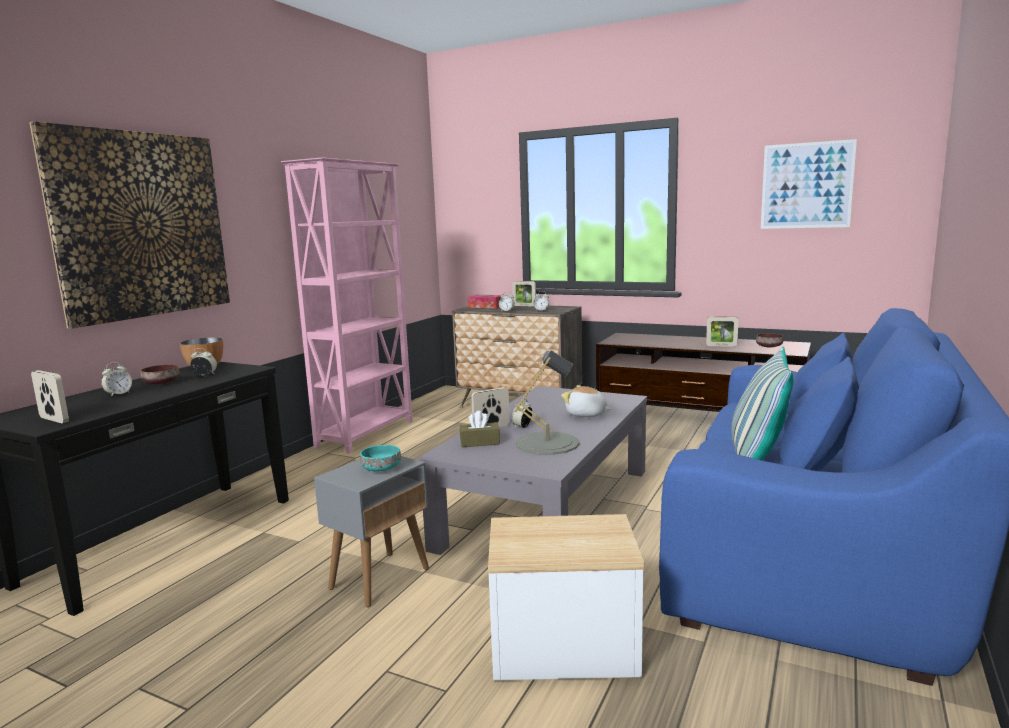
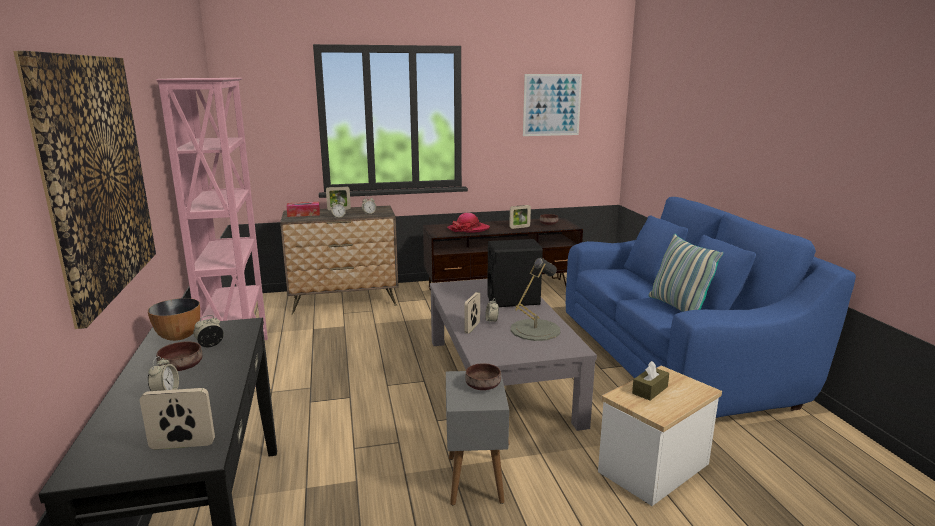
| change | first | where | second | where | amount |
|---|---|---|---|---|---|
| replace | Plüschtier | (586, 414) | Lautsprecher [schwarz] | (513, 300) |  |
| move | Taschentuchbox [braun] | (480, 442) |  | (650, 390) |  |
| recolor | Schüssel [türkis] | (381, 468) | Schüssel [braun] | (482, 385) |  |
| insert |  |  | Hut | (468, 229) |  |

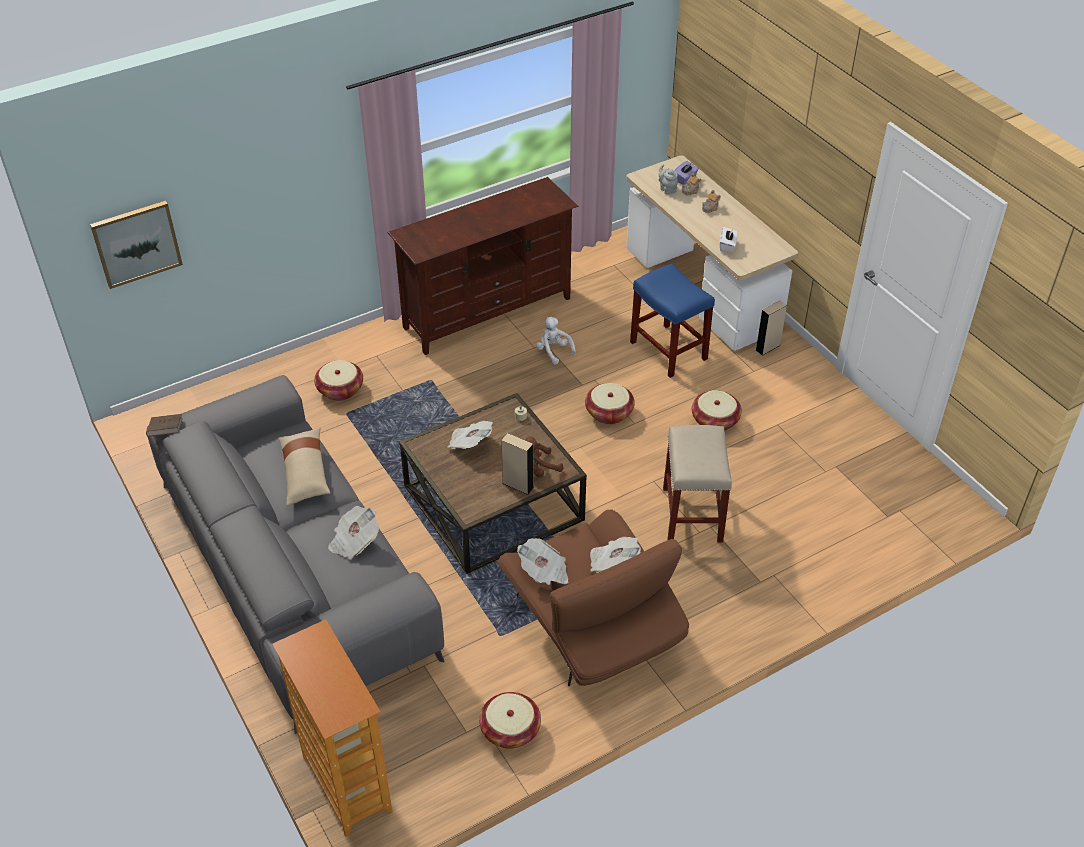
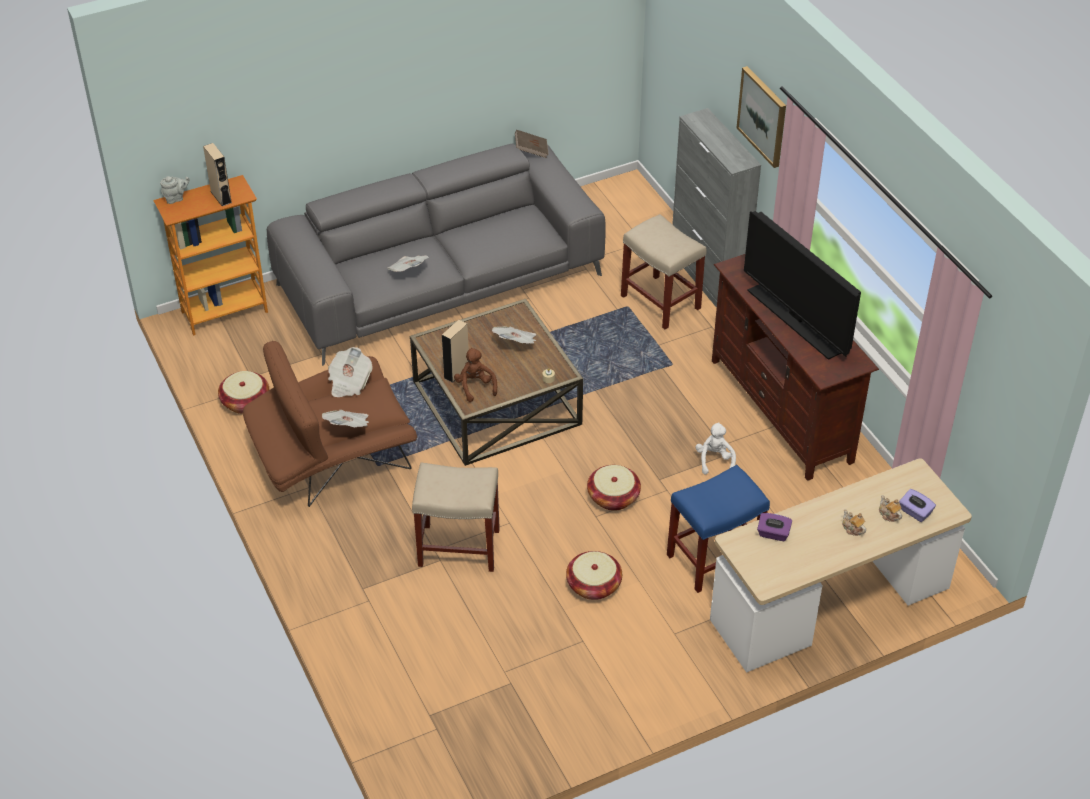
| change | first | where | second | where | amount |
|---|---|---|---|---|---|
| move | Teekanne [grau] | (667, 189) |  | (176, 198) |  |
| move | Bild | (136, 243) |  | (763, 116) |  |
| recolor | Taschentuchbox [weiß] | (727, 246) | Taschentuchbox [lila] | (773, 534) |  |
| move | Lautsprecher [beige] | (768, 347) |  | (221, 197) |  |
| rotate | Plüschtier [weiß] | (553, 351) |  | (714, 460) | 60 degrees counterclockwise |
| replace | Korb | (340, 390) | Hocker [beige] | (661, 302) |  |
| delete | Kissen [beige] | (305, 472) |  |  |  |
| insert |  |  | Schrank [grau] | (707, 277) |  |
| insert |  |  | Fernseher | (796, 321) |  |

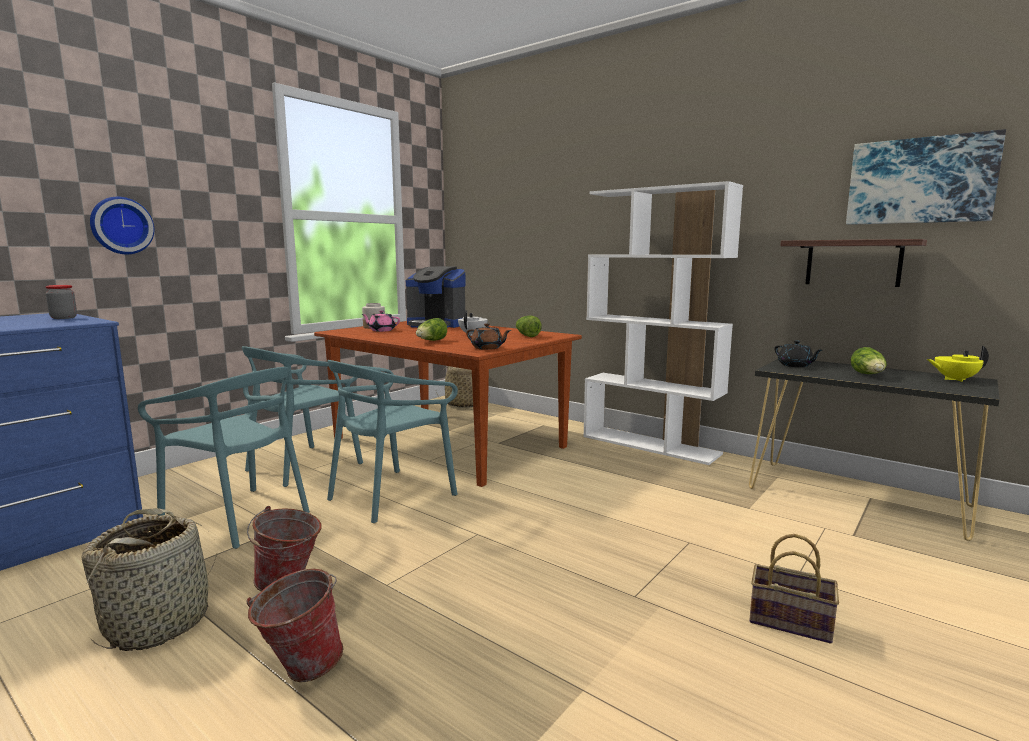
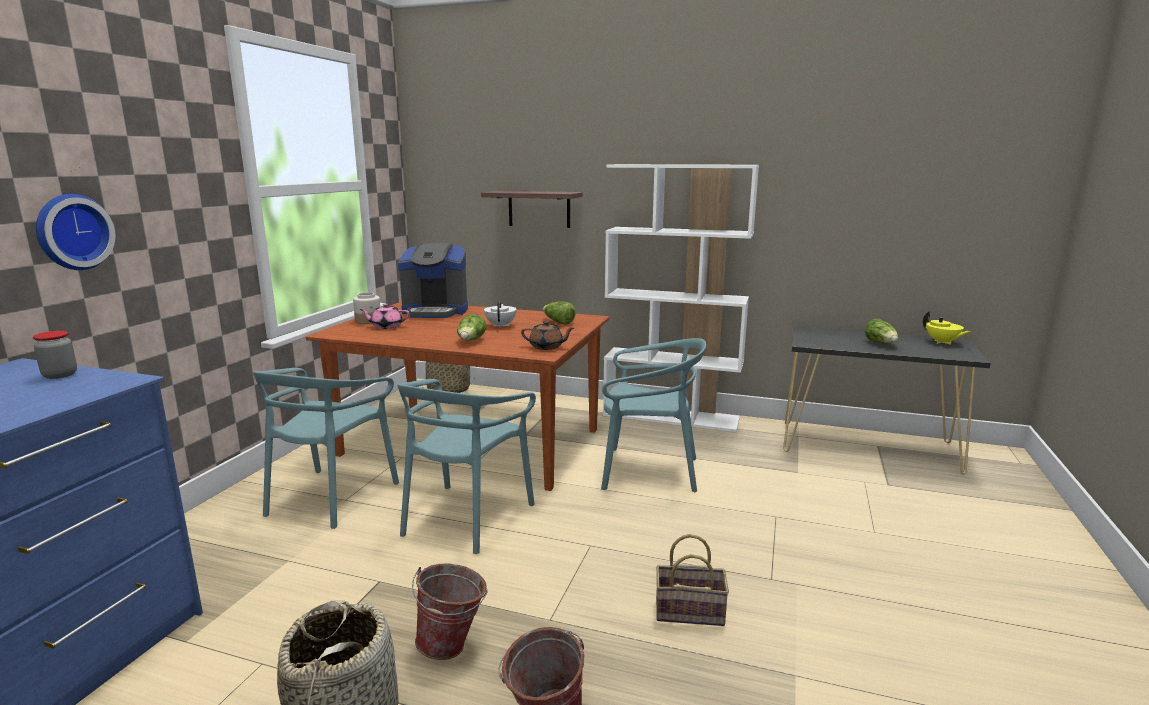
| change | first | where | second | where | amount |
|---|---|---|---|---|---|
| delete | Bild | (920, 181) |  |  |  |
| move | Wandregal | (853, 263) |  | (539, 209) |  |
| delete | Teekanne [schwarz] | (795, 365) |  |  |  |
| rotate | Teekanne [gelb] | (954, 379) |  | (942, 342) | 105 degrees counterclockwise |
| move | Stuhl [türkis] | (239, 518) |  | (649, 471) |  |
| move | Korb | (792, 621) |  | (691, 611) |  |

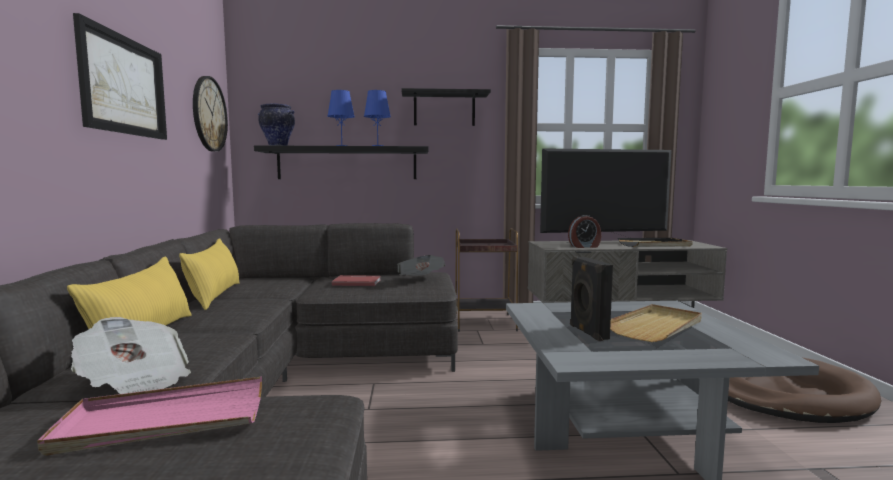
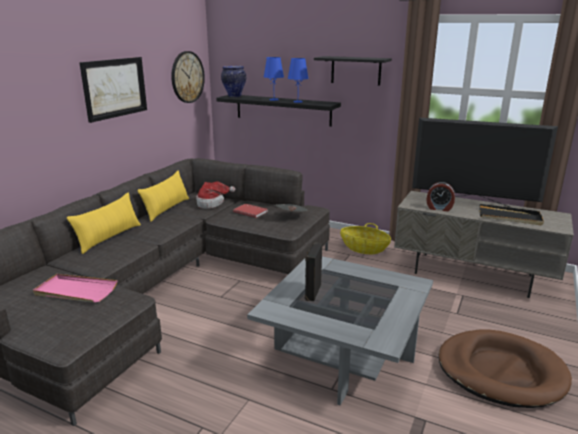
| change | first | where | second | where | amount |
|---|---|---|---|---|---|
| replace | Beistelltisch [braun] | (485, 322) | Korb | (364, 249) |  |
| delete | Tablett [beige] | (656, 326) |  |  |  |
| delete | Zeitung | (135, 383) |  |  |  |
| insert |  |  | Hut | (212, 203) |  |

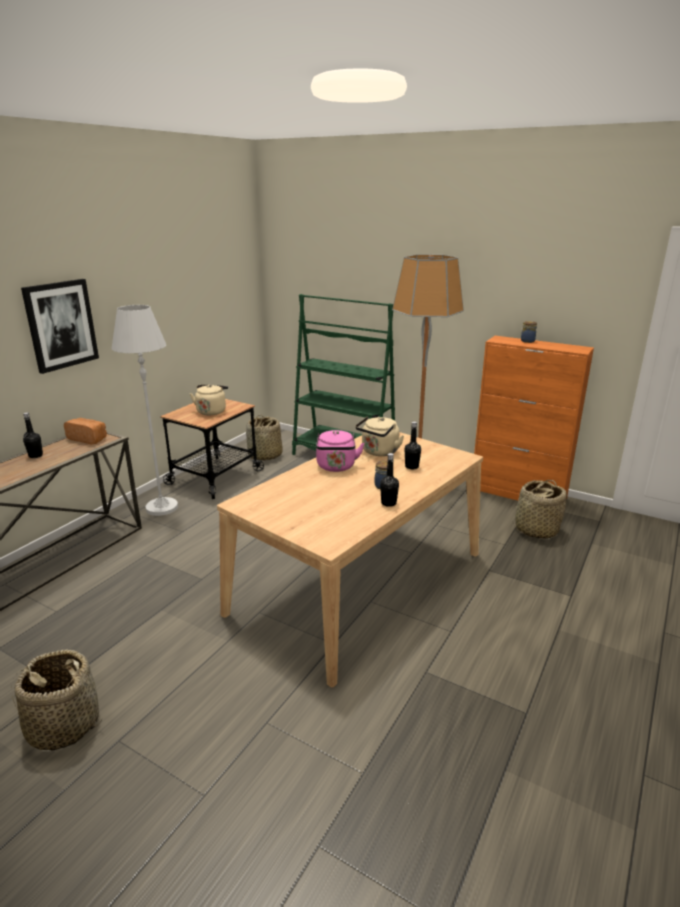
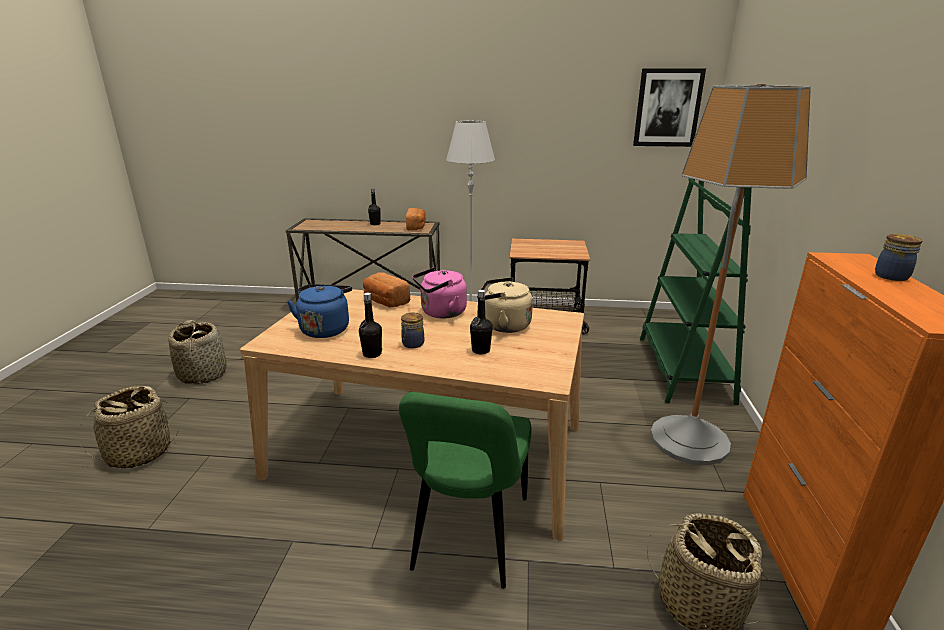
| change | first | where | second | where | amount |
|---|---|---|---|---|---|
| move | Bild | (61, 325) |  | (667, 108) |  |
| delete | Wasserkessel [beige] | (211, 411) |  |  |  |
| move | Korb | (265, 455) |  | (139, 453) |  |
| insert |  |  | Brot | (385, 302) |  |
| insert |  |  | Wasserkessel [blau] | (325, 329) |  |
| insert |  |  | Stuhl [grün] | (469, 537) |  |

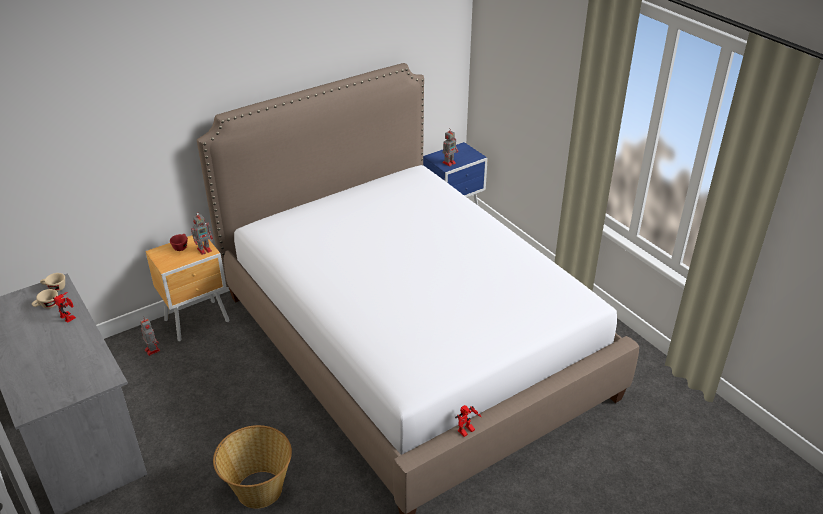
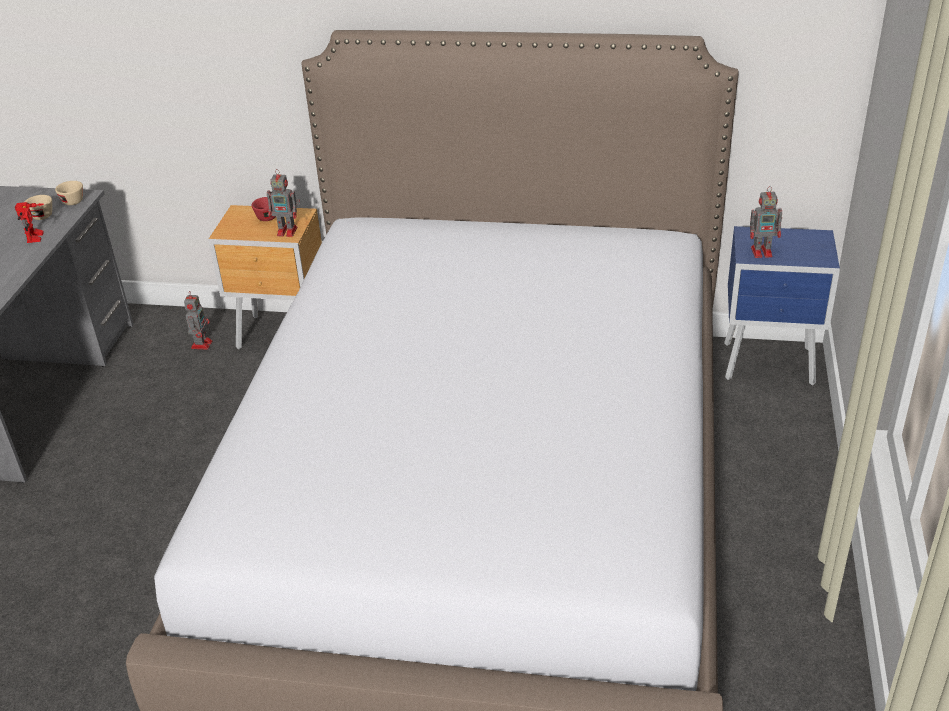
| change | first | where | second | where | amount |
|---|---|---|---|---|---|
| delete | Spielzeugroboter | (466, 432) |  |  |  |
| delete | Korb | (258, 489) |  |  |  |

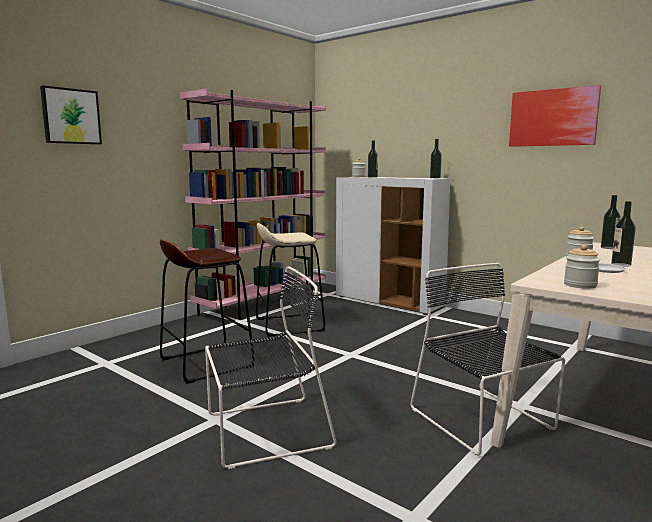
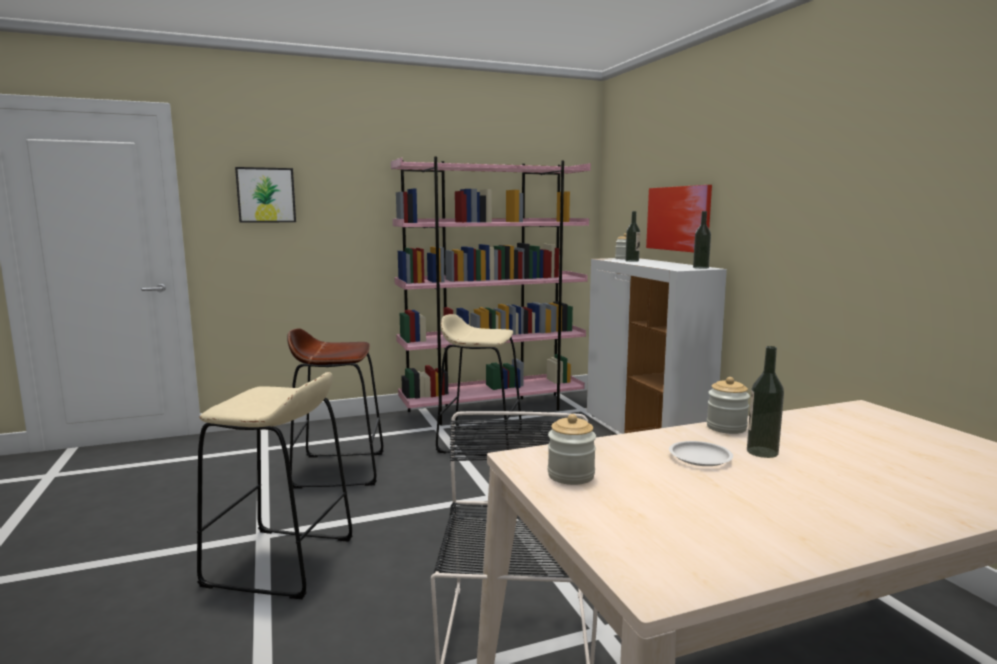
| change | first | where | second | where | amount |
|---|---|---|---|---|---|
| move | Bild | (553, 117) |  | (678, 218) |  |
| delete | Flasche | (608, 248) |  |  |  |
| replace | Stuhl [schwarz] | (263, 431) | Hocker [beige] | (280, 562) |  |

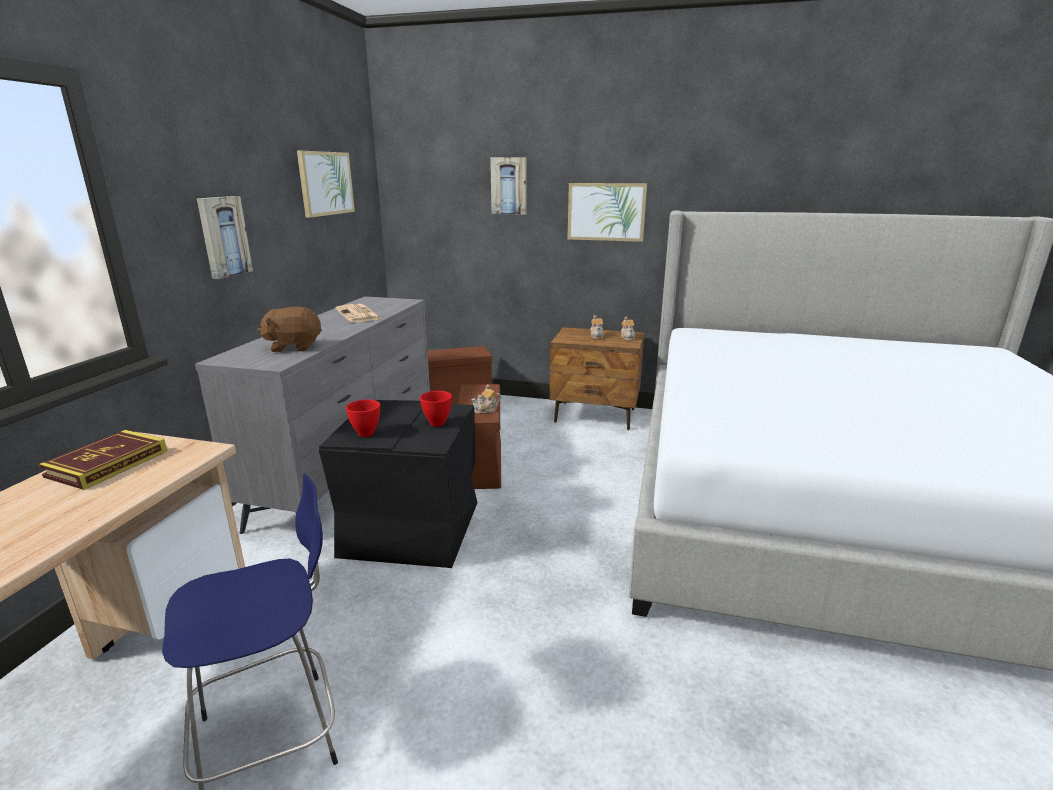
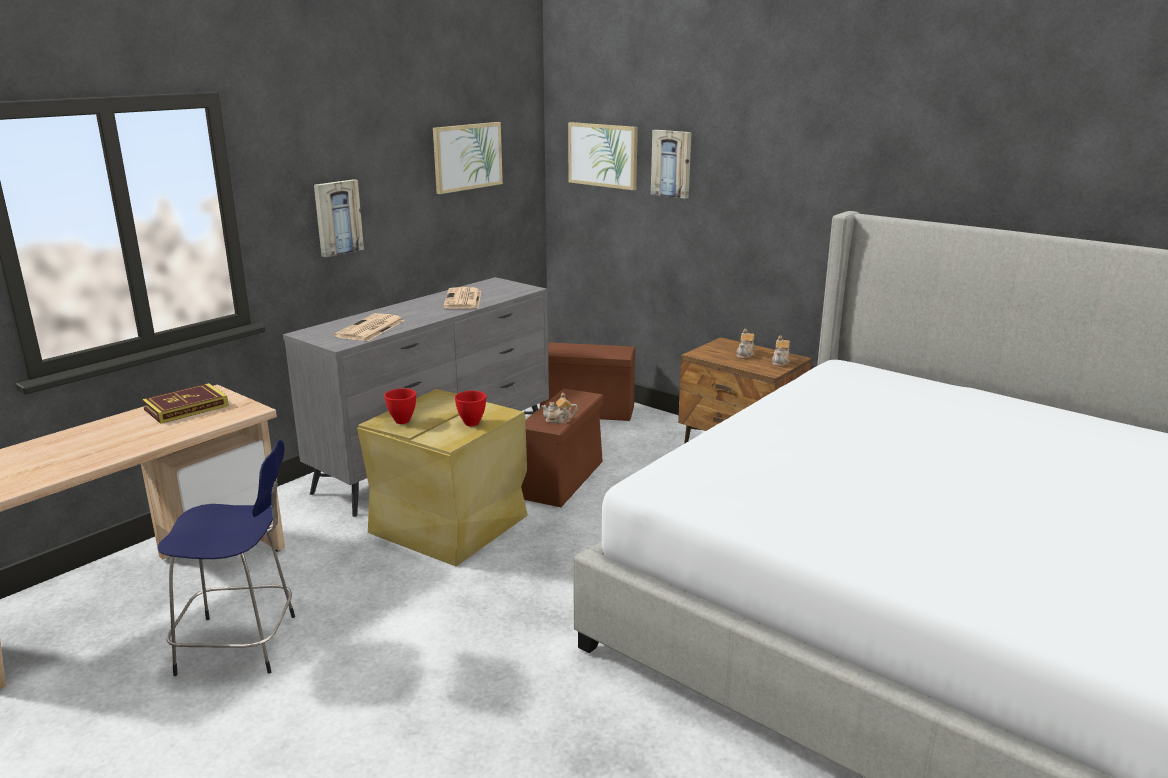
| change | first | where | second | where | amount |
|---|---|---|---|---|---|
| move | Bild | (606, 212) |  | (603, 155) |  |
| replace | Plüschtier [braun] | (294, 347) | Zeitung | (370, 329) |  |
| recolor | Aufbewahrungsbox [schwarz] | (413, 527) | Aufbewahrungsbox [beige] | (451, 524) |  |

